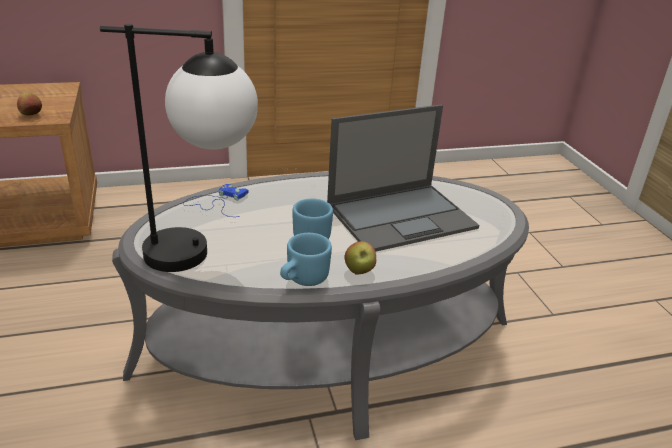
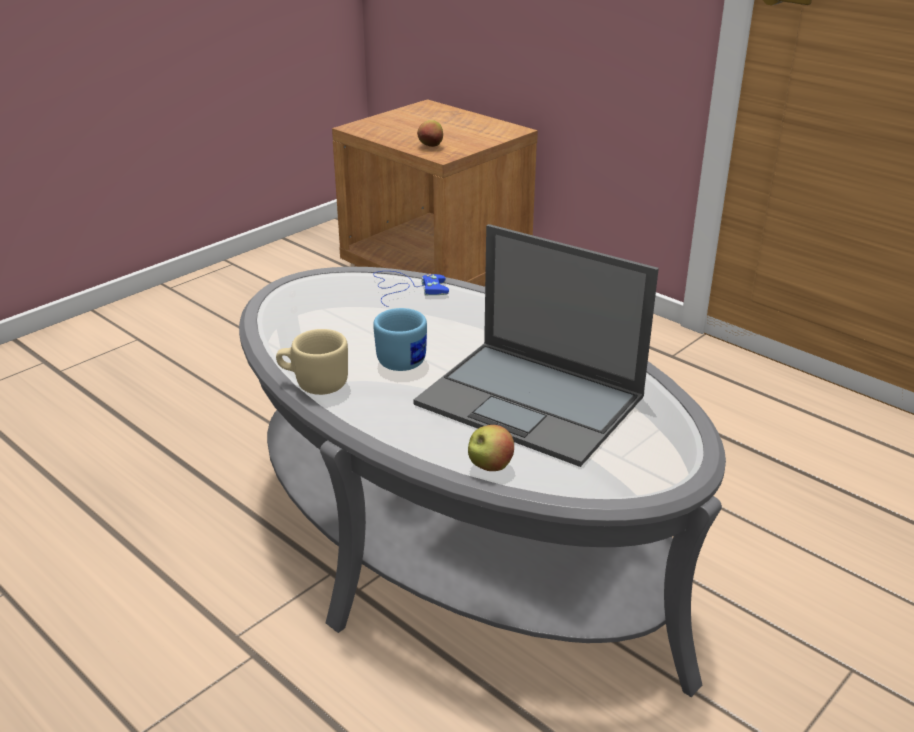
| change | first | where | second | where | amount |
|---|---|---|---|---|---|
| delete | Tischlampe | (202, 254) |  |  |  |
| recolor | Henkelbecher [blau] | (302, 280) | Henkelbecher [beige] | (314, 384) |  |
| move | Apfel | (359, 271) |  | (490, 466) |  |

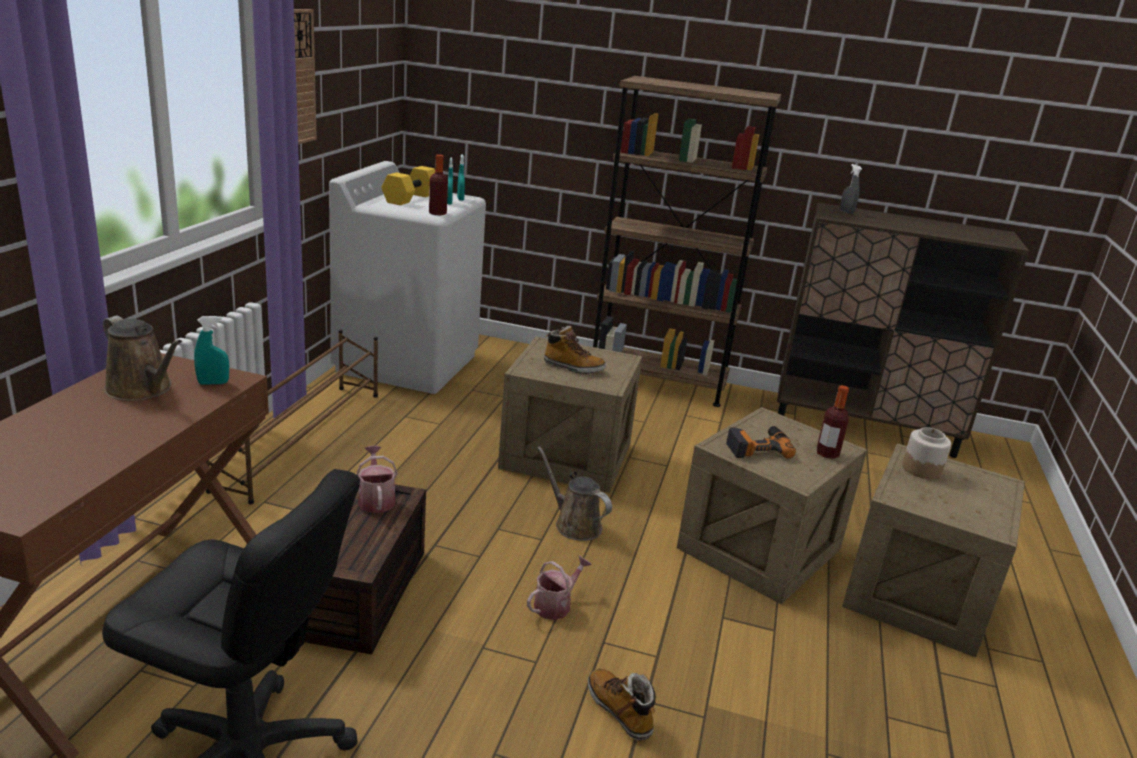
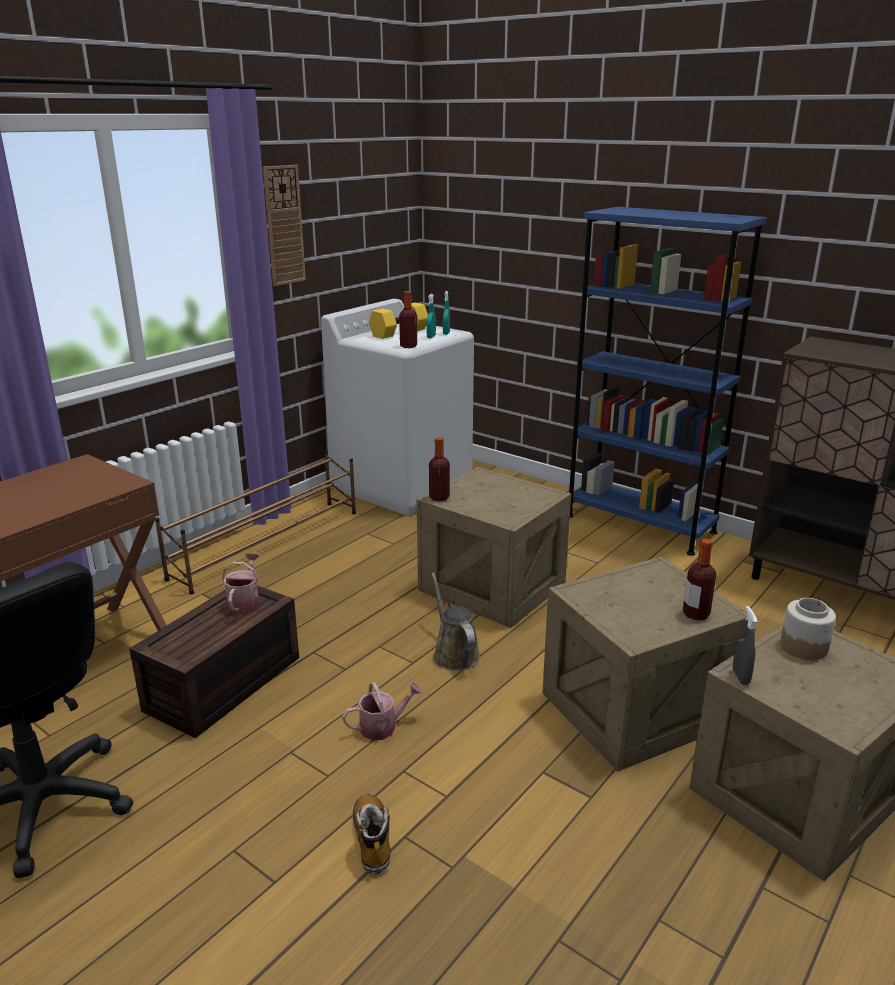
| change | first | where | second | where | amount |
|---|---|---|---|---|---|
| recolor | Bücherregal [braun] | (657, 382) | Bücherregal [blau] | (640, 524) |  |
| move | Sprühflasche [grau] | (846, 212) |  | (740, 677) |  |
| delete | Gießkanne [braun] | (142, 389) |  |  |  |
| delete | Sprühflasche [türkis] | (213, 383) |  |  |  |
| delete | Stiefel | (573, 367) |  |  |  |
| delete | Bohrmaschine | (757, 447) |  |  |  |
| insert |  |  | Flasche | (439, 498) |  |

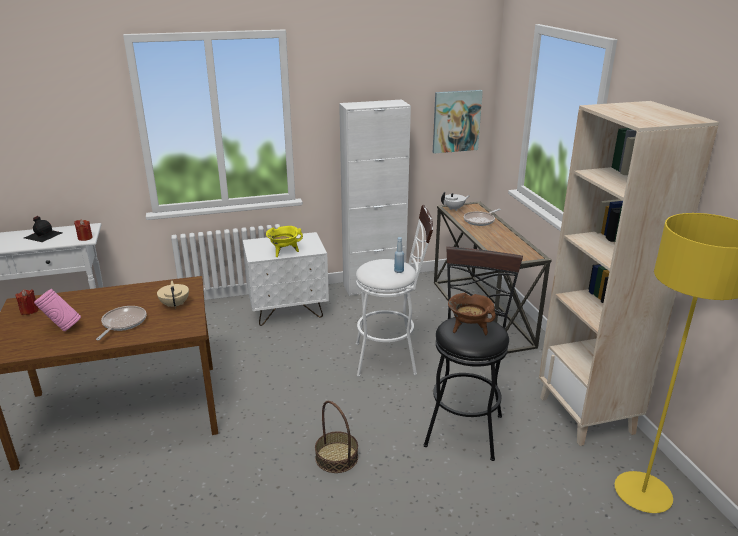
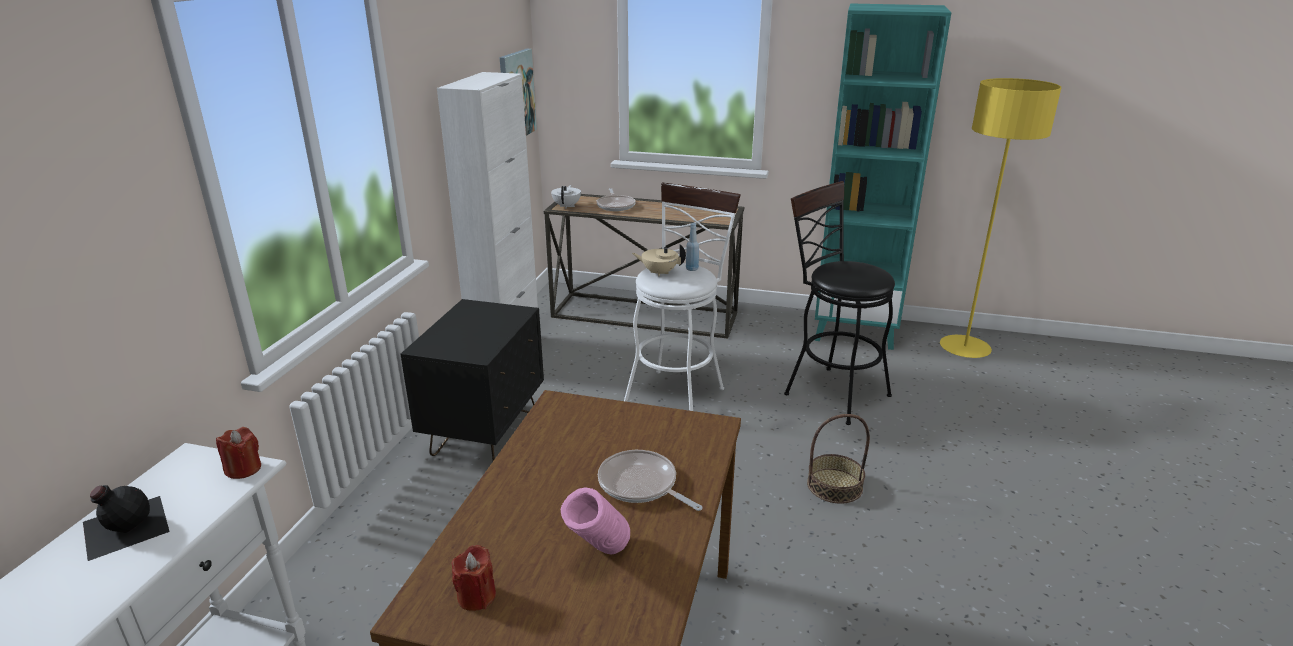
| change | first | where | second | where | amount |
|---|---|---|---|---|---|
| recolor | Bücherregal [beige] | (587, 415) | Bücherregal [türkis] | (855, 331) |  |
| delete | Kochtopf [gelb] | (284, 252) |  |  |  |
| recolor | Nachttisch [weiß] | (288, 311) | Nachttisch [schwarz] | (485, 432) |  |
| move | Teekanne [beige] | (175, 305) |  | (659, 273) |  |
| delete | Kochtopf [braun] | (469, 329) |  |  |  |

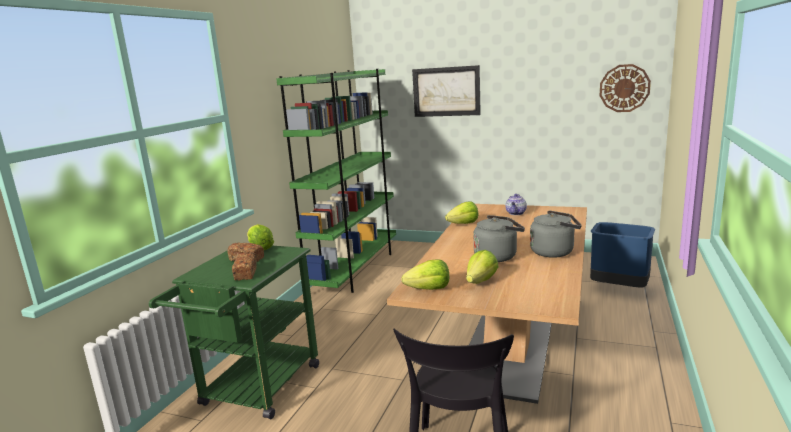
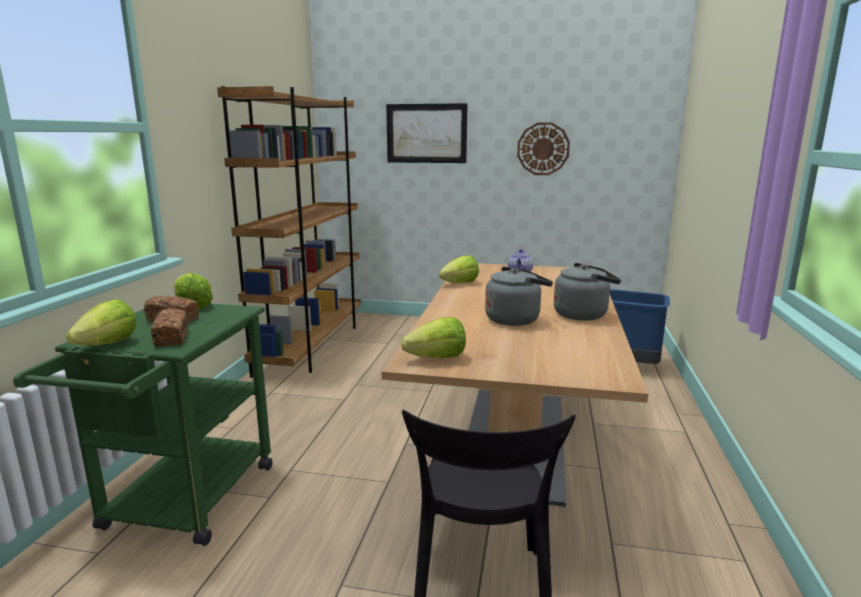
| change | first | where | second | where | amount |
|---|---|---|---|---|---|
| move | Wanduhr | (624, 88) |  | (543, 149) |  |
| recolor | Bücherregal [grün] | (355, 270) | Bücherregal [braun] | (312, 346) |  |
| move | Salatkopf | (480, 281) |  | (108, 344) |  |

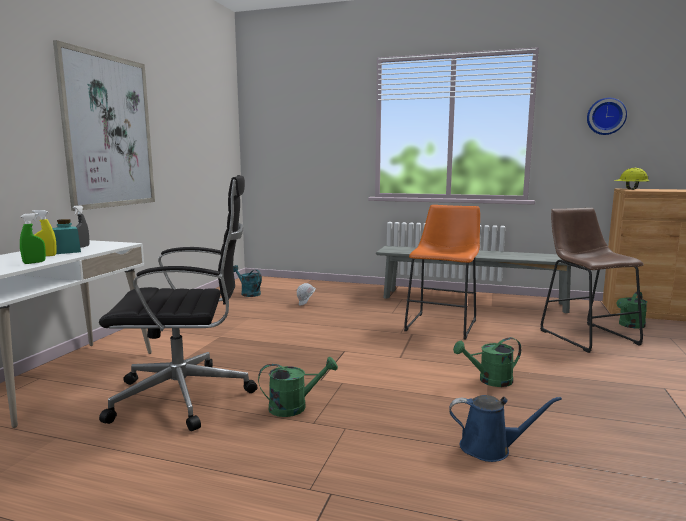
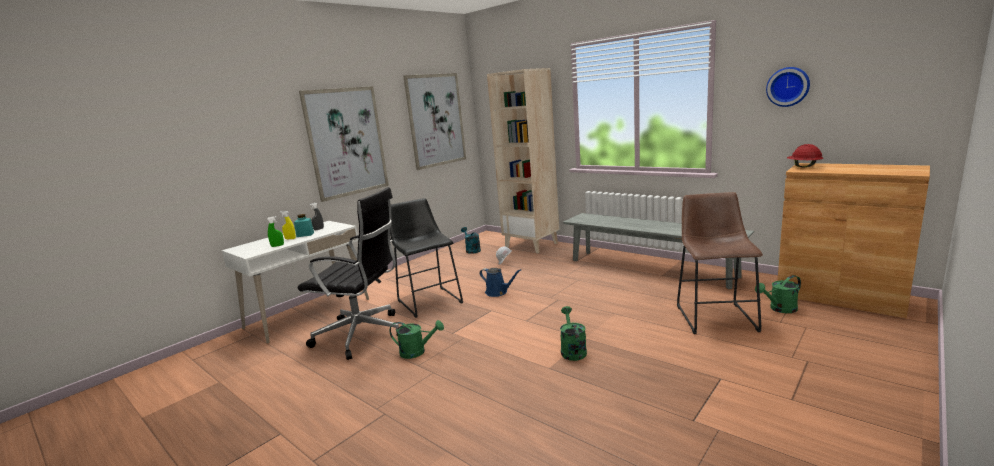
| change | first | where | second | where | amount |
|---|---|---|---|---|---|
| recolor | Schutzhelm [gelb] | (630, 189) | Schutzhelm [rot] | (803, 166) |  |
| delete | Hocker [orange] | (443, 324) |  |  |  |
| rotate | Gießkanne [grün] | (489, 381) |  | (572, 350) | 75 degrees clockwise |
| move | Gießkanne [blau] | (490, 448) |  | (498, 292) |  |
| insert |  |  | Bücherregal [beige] | (532, 245) |  |
| insert |  |  | Bild | (436, 120) |  |
| insert |  |  | Hocker [schwarz] | (428, 300) |  |

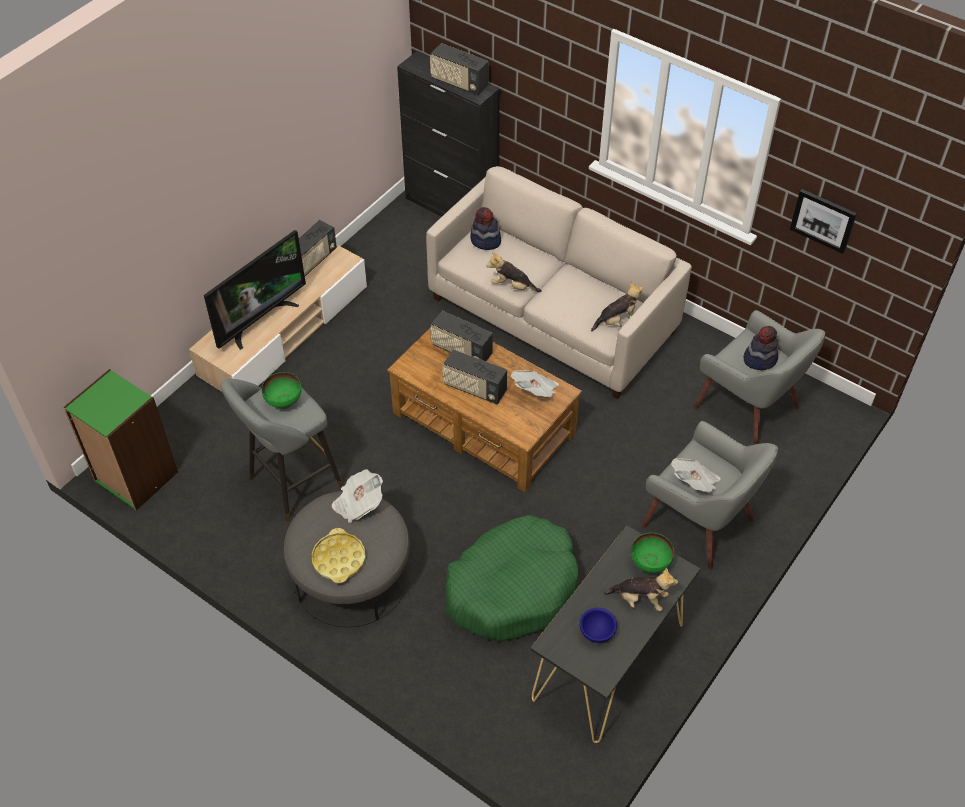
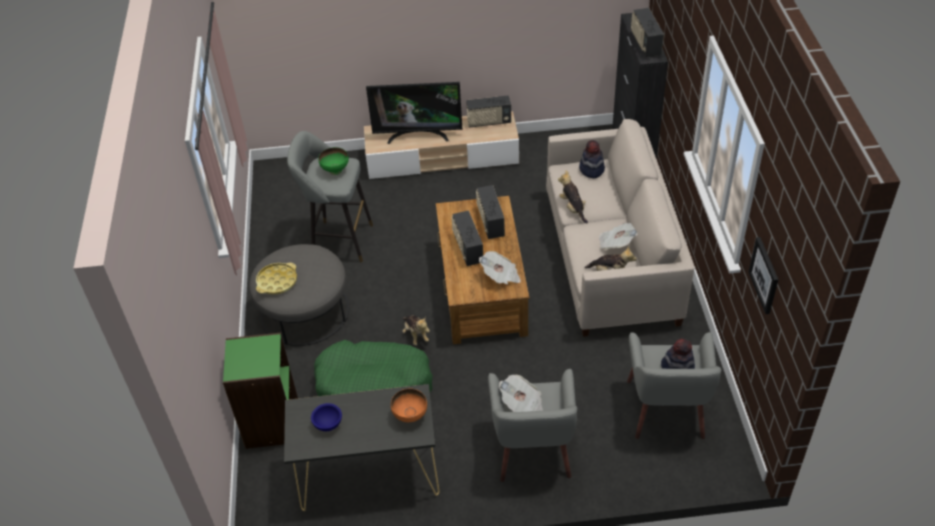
| change | first | where | second | where | amount |
|---|---|---|---|---|---|
| move | Bücherregal [grün] | (135, 477) |  | (271, 423) |  |
| move | Zeitung | (358, 504) |  | (616, 243) |  |
| recolor | Schüssel [grün] | (650, 563) | Schüssel [orange] | (410, 415) |  |
| move | Plüschtier | (640, 599) |  | (415, 335) |  |

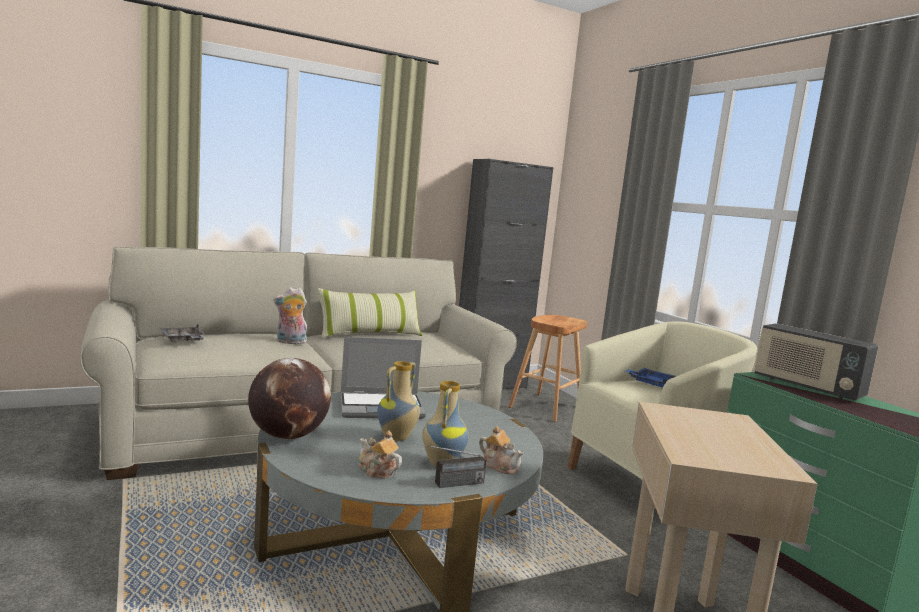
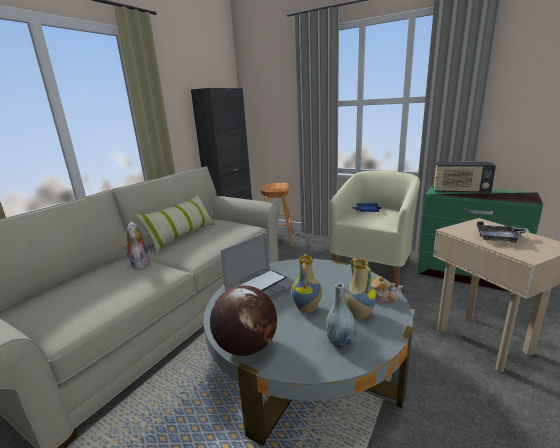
| change | first | where | second | where | amount |
|---|---|---|---|---|---|
| rotate | Plüschtier | (290, 342) |  | (139, 265) | 120 degrees clockwise |
| move | Tablett [grau] | (183, 341) |  | (499, 239) |  |
| replace | Teekanne | (377, 471) | Vase [grau] | (340, 343) |  |
| delete | Radio | (447, 484) |  |  |  |

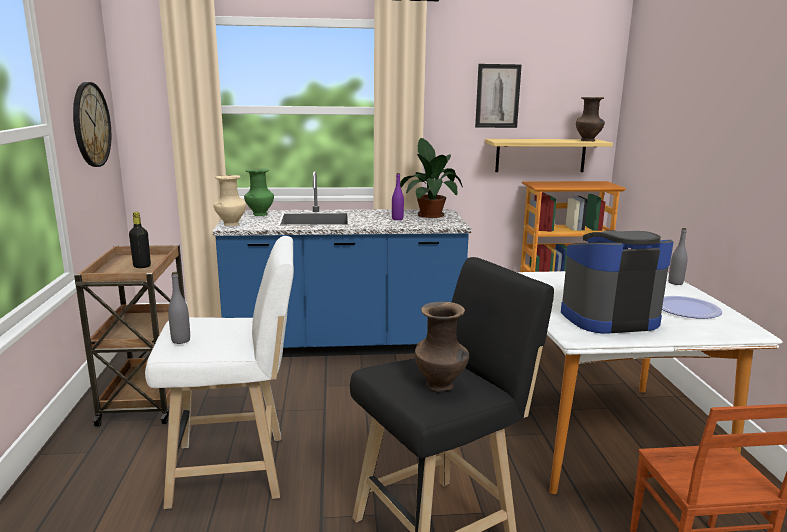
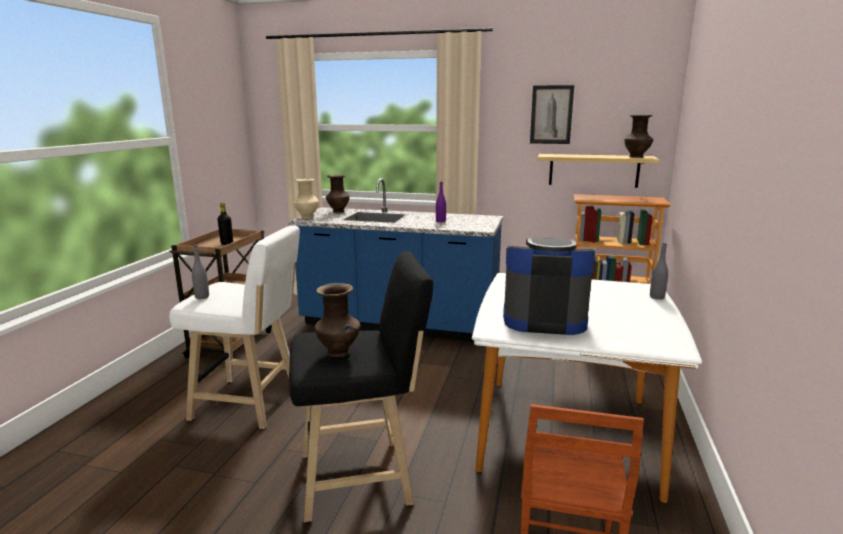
| change | first | where | second | where | amount |
|---|---|---|---|---|---|
| delete | Wanduhr | (91, 125) |  |  |  |
| delete | Topfpflanze | (430, 214) |  |  |  |
| recolor | Vase [grün] | (259, 214) | Vase [braun] | (338, 211) |  |
| delete | Teller | (687, 309) |  |  |  |

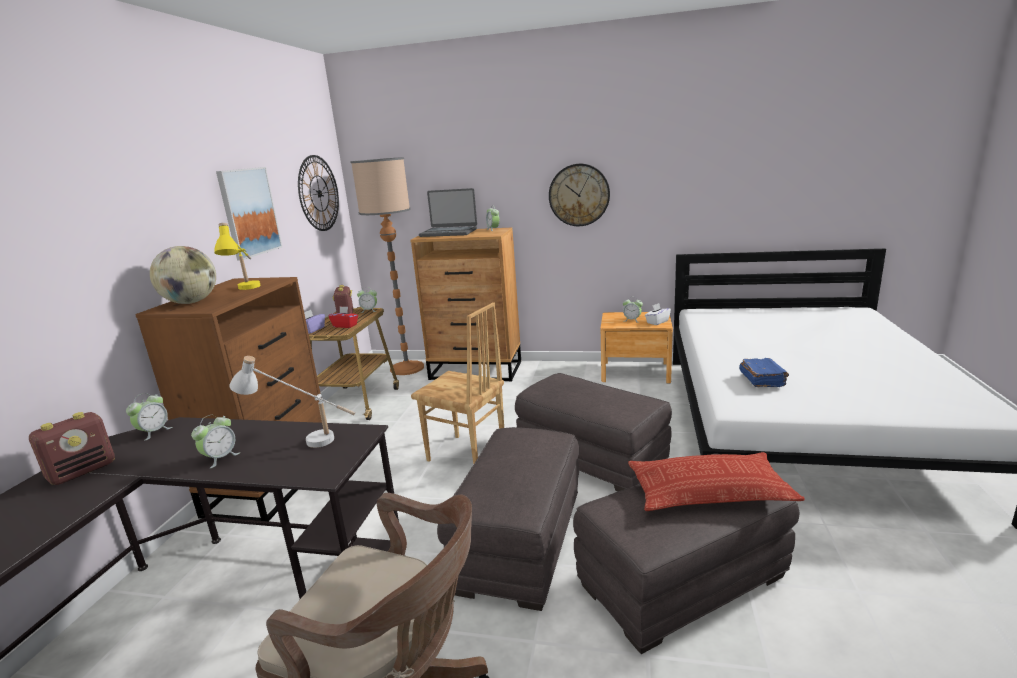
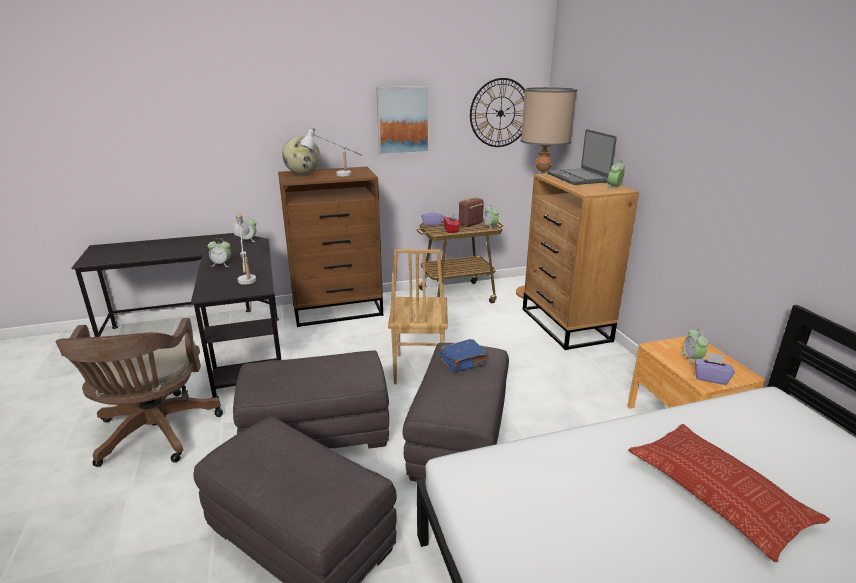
| change | first | where | second | where | amount |
|---|---|---|---|---|---|
| delete | Wanduhr | (579, 195) |  |  |  |
| recolor | Tischlampe [gelb] | (246, 290) | Tischlampe [weiß] | (334, 176) |  |
| recolor | Taschentuchbox [weiß] | (657, 322) | Taschentuchbox [lila] | (710, 378) |  |
| move | Buch [blau] | (762, 380) |  | (464, 362) |  |
| delete | Radio | (83, 471) |  |  |  |
| move | Kissen | (709, 491) |  | (718, 493) |  |

